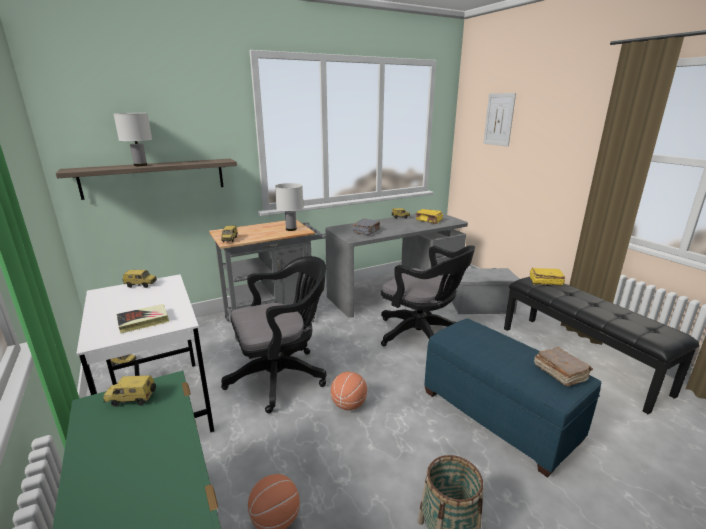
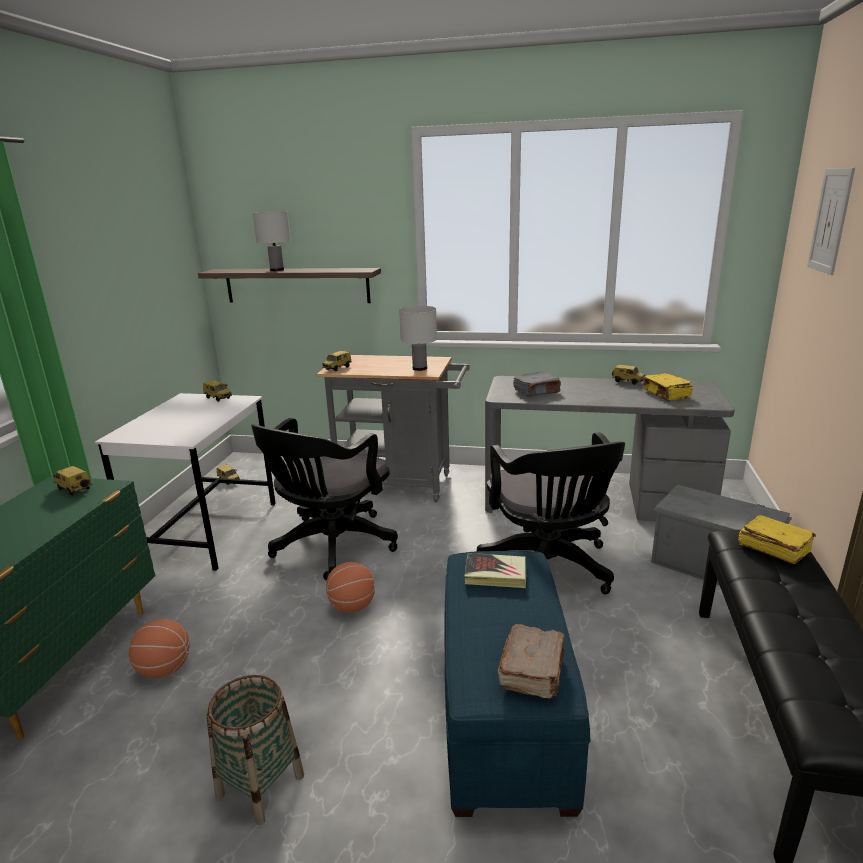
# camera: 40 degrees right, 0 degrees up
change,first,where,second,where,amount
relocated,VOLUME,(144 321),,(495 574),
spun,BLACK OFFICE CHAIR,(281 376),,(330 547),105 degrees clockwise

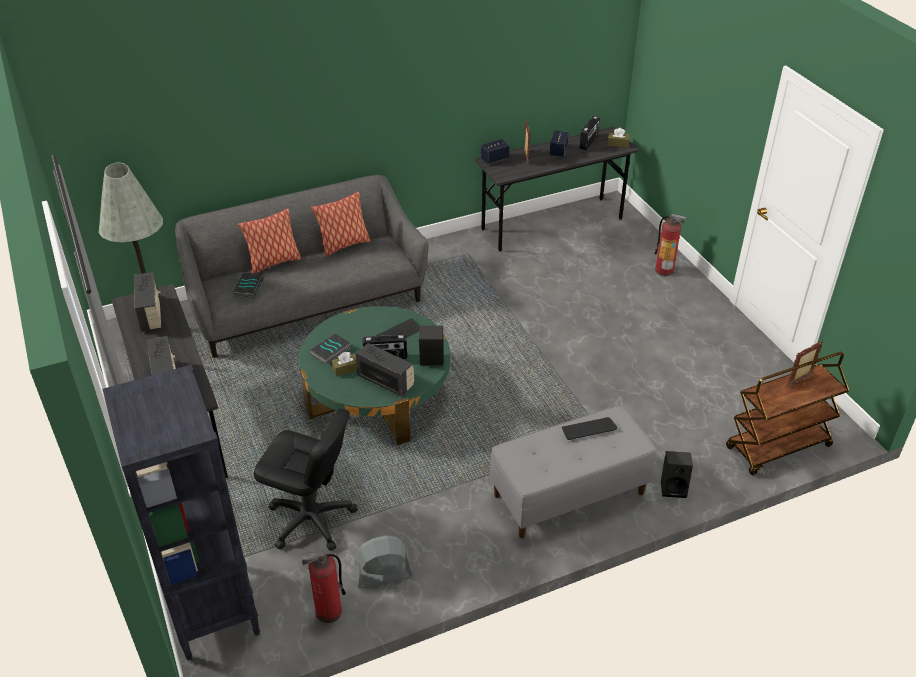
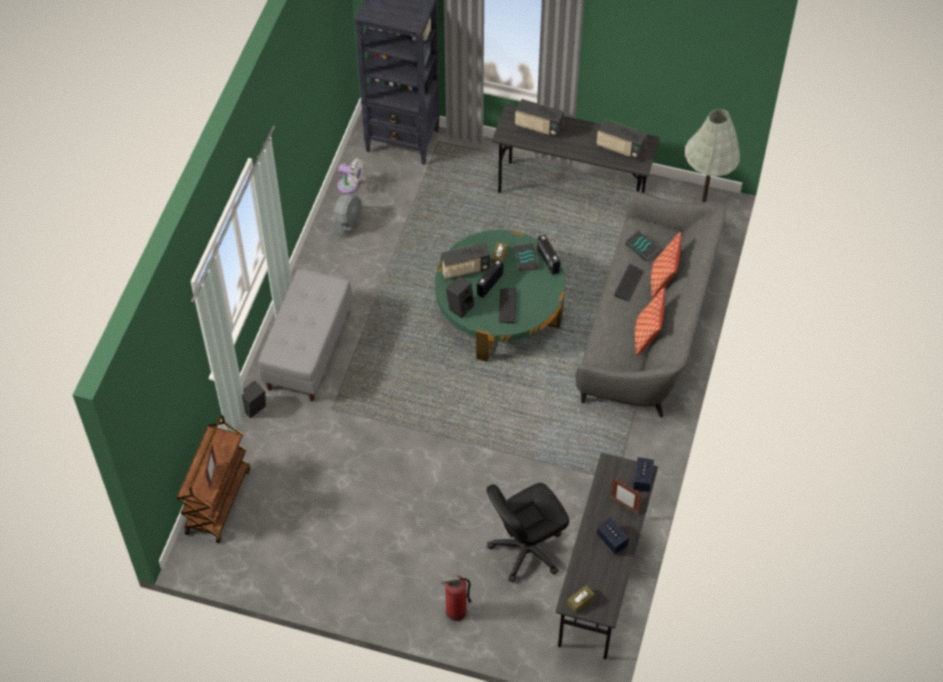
# camera: 130 degrees right, 15 degrees up
change,first,where,second,where,amount
relocated,BLACK OFFICE CHAIR,(311 519),,(526 549),
exchanged,FIRE-FIGHTING CYLINDER,(328 612),WHITE FAN,(350 186),
relocated,COMPUTER KEYBOARD,(588 429),,(628 283),
relocated,RADIO,(589 142),,(547 261),

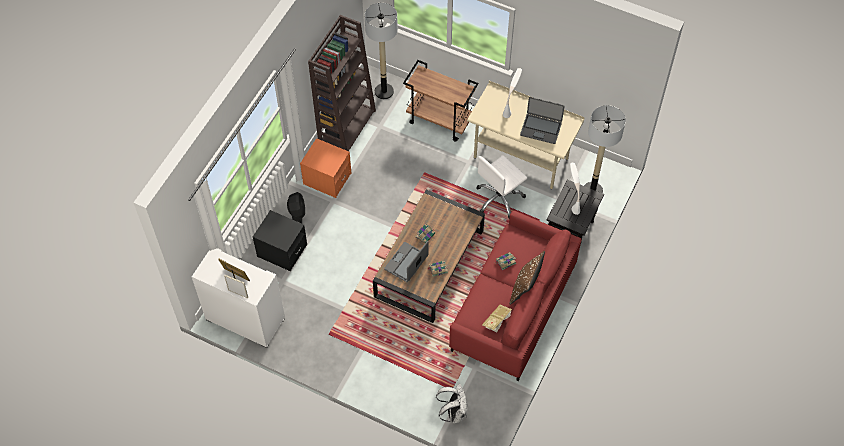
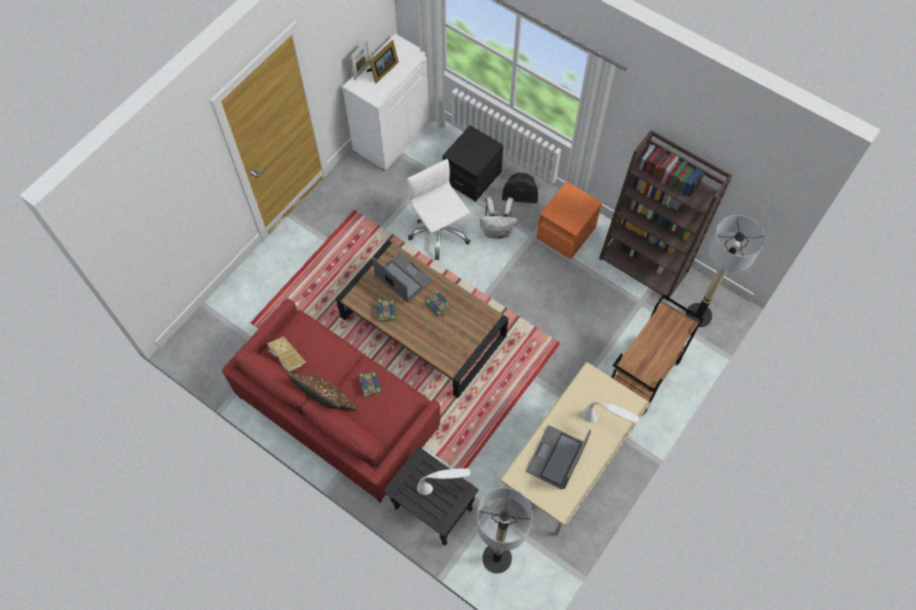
# camera: 100 degrees right, 5 degrees up
change,first,where,second,where,amount
relocated,WHITE RUCKSACK,(453 412),,(497 231),
relocated,WHITE OFFICE CHAIR,(499 199),,(439 232),

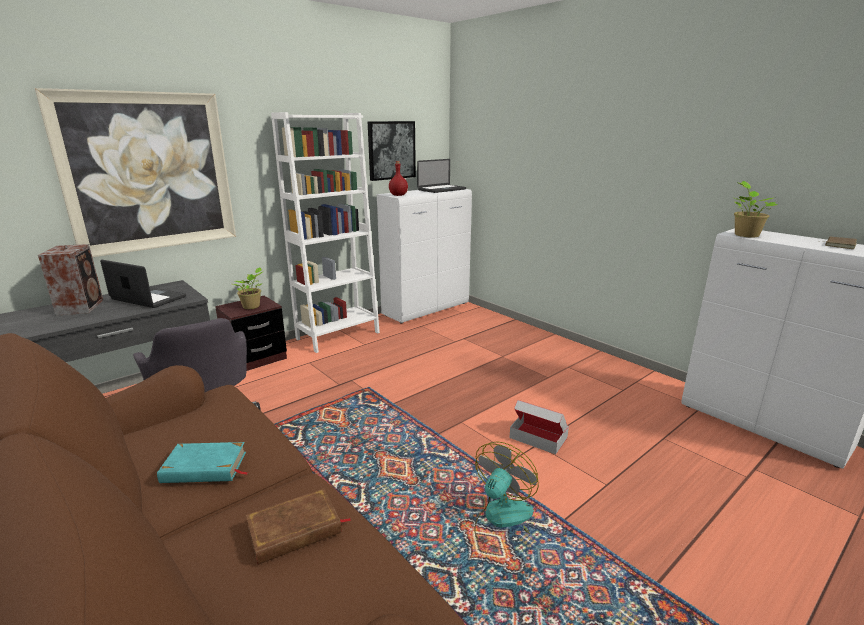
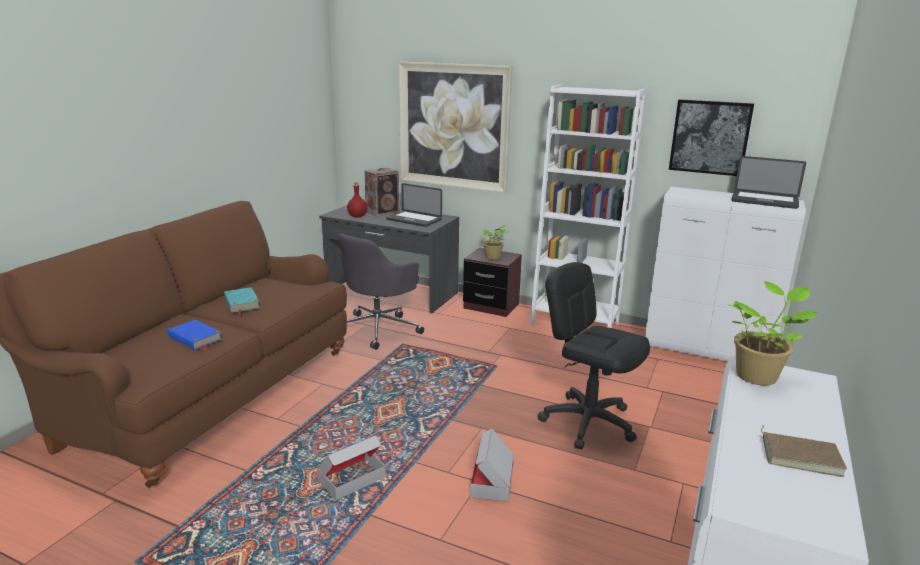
# camera: 65 degrees right, 0 degrees up
change,first,where,second,where,amount
spun,PORTABLE COMPUTER,(148 298),,(414 220),120 degrees clockwise
colour,BROWN-COLOURED VOLUME,(295 530),BLUE VOLUME,(194 338),
relocated,RED BOTTLE,(398 195),,(358 216),
exchanged,FAN,(502 521),CARDBOARD BOX,(352 479),
appeared,,,BLACK OFFICE CHAIR,(588 422),

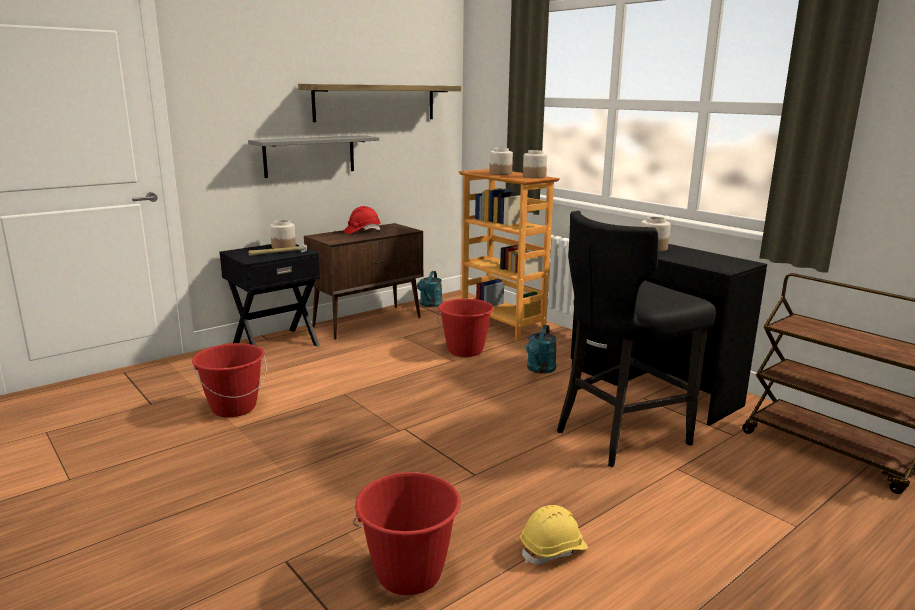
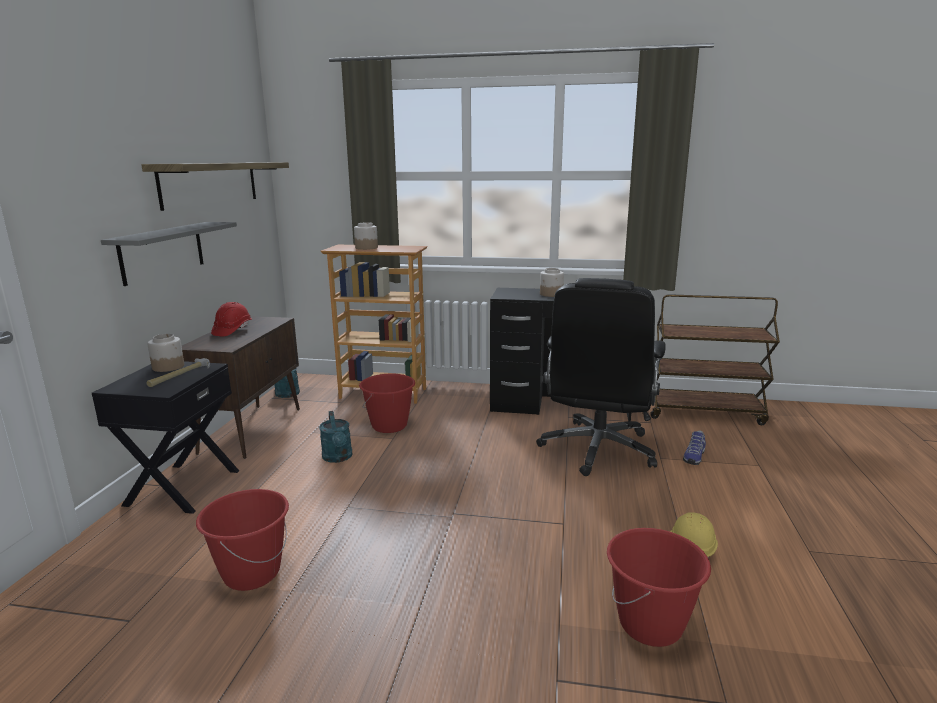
# camera: 40 degrees left, 0 degrees up
change,first,where,second,where,amount
missing,STORAGE JAR,(534 176),,,
relocated,TURQUOISE-COLOURED WATERING CAN,(540 370),,(338 458),
exchanged,BLACK STOOL,(619 435),BLACK OFFICE CHAIR,(597 450),
appeared,,,LOW SHOE,(693 457),

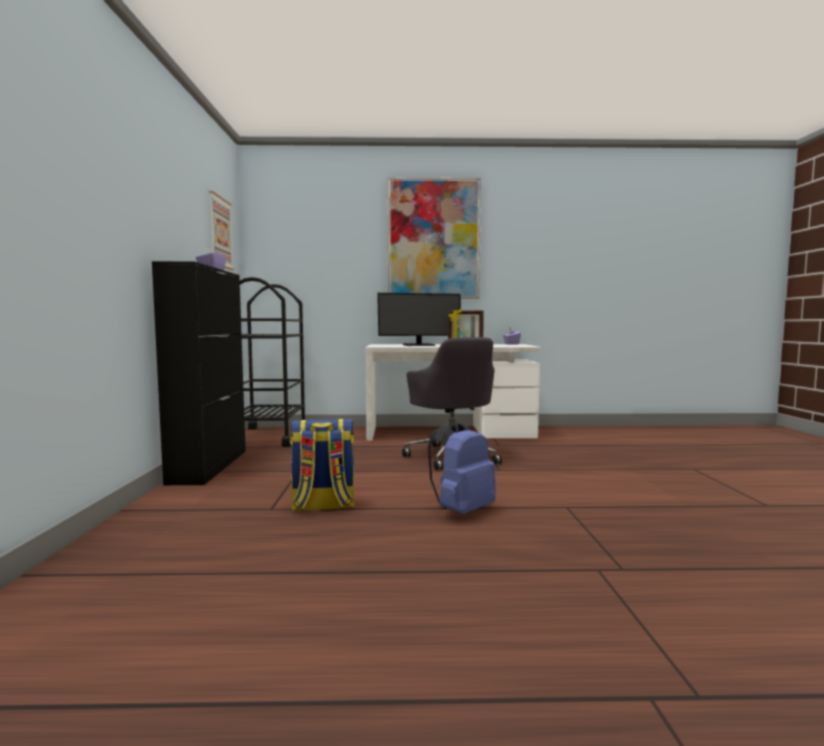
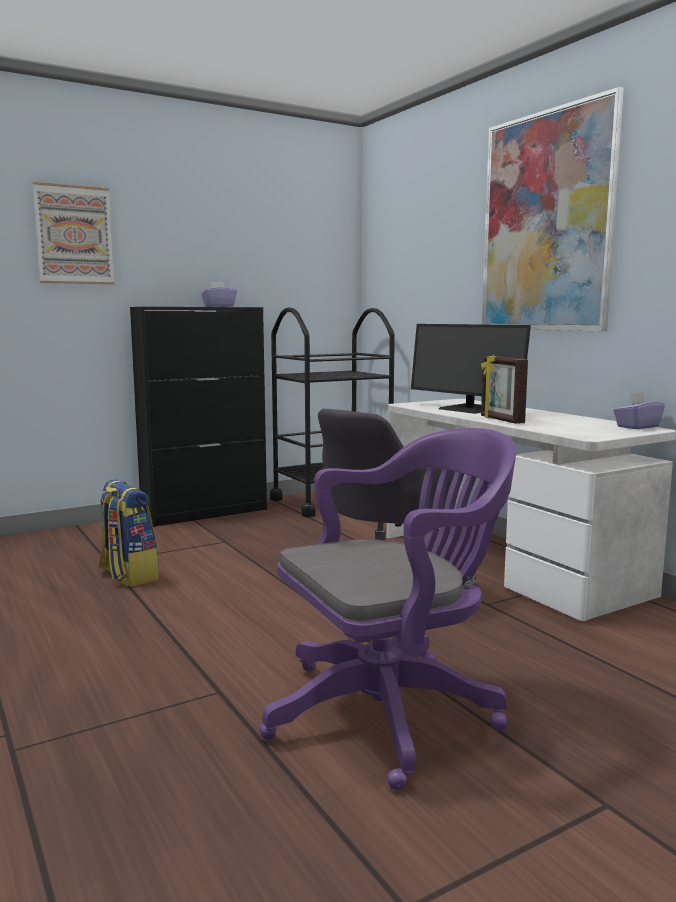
# camera: 60 degrees right, 5 degrees up
change,first,where,second,where,amount
relocated,WALL ART,(220 232),,(74 235),
missing,BLUE RUCKSACK,(461 510),,,
appeared,,,PURPLE OFFICE CHAIR,(392 710),

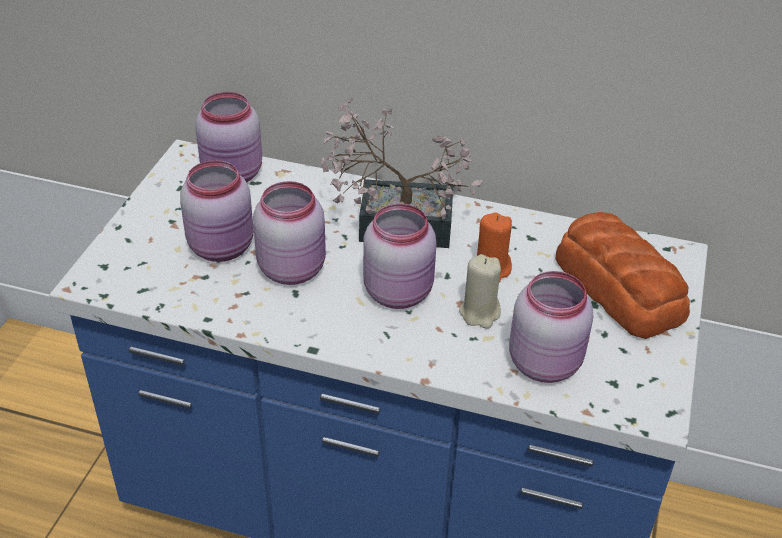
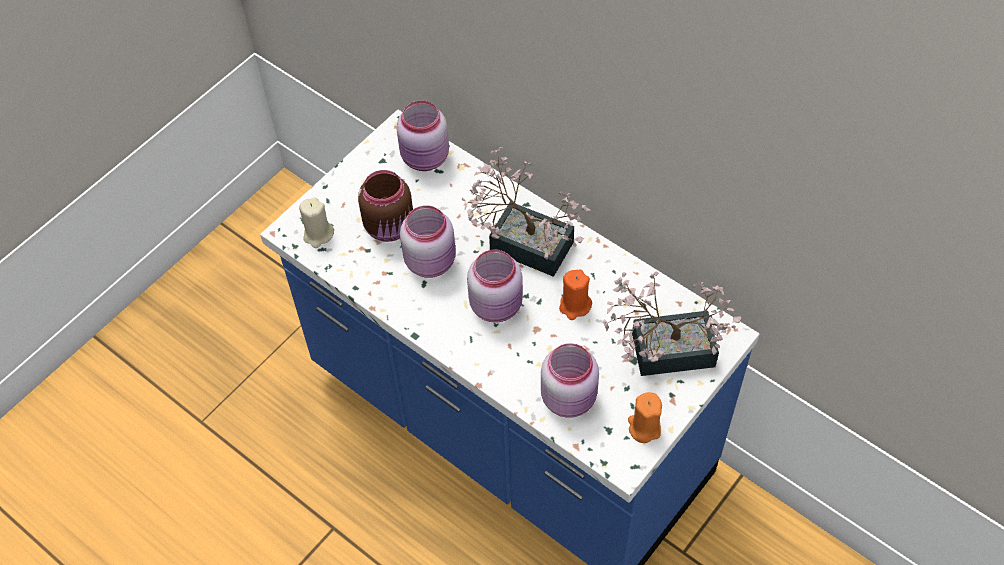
# camera: 25 degrees right, 15 degrees up
change,first,where,second,where,amount
colour,PINKISH STORAGE JAR,(223 247),BROWN-COLOURED STORAGE JAR,(390 227),
relocated,BEIGE-COLOURED WAX LIGHT,(480 313),,(318 235),
exchanged,BREAD,(618 286),PLANT IN A POT,(662 350),
appeared,,,ORANGEY WAX LIGHT,(644 427),

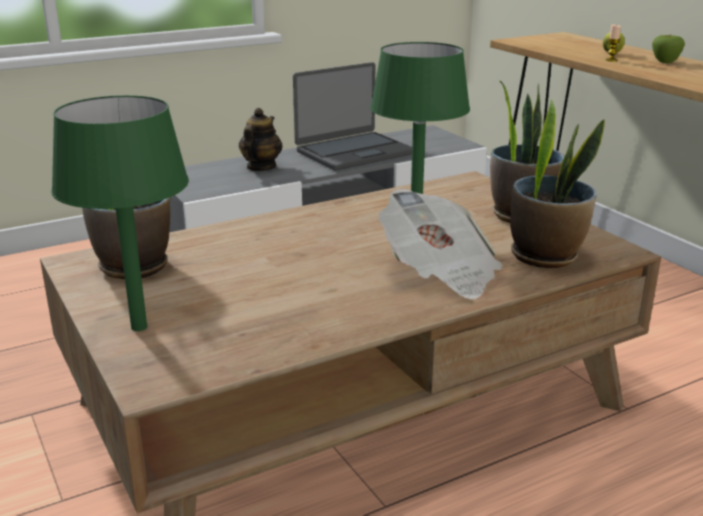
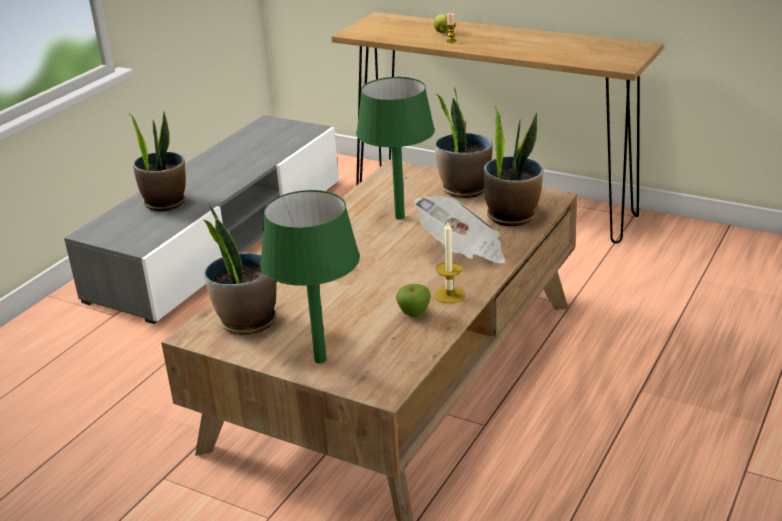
# camera: 30 degrees left, 5 degrees up
change,first,where,second,where,amount
exchanged,TEA POT,(260 167),PLANT IN A POT,(165 202),
missing,PORTABLE COMPUTER,(354 152),,,
relocated,WHOLE APPLE,(665 62),,(414 313),
appeared,,,WAX LIGHT,(449 295),

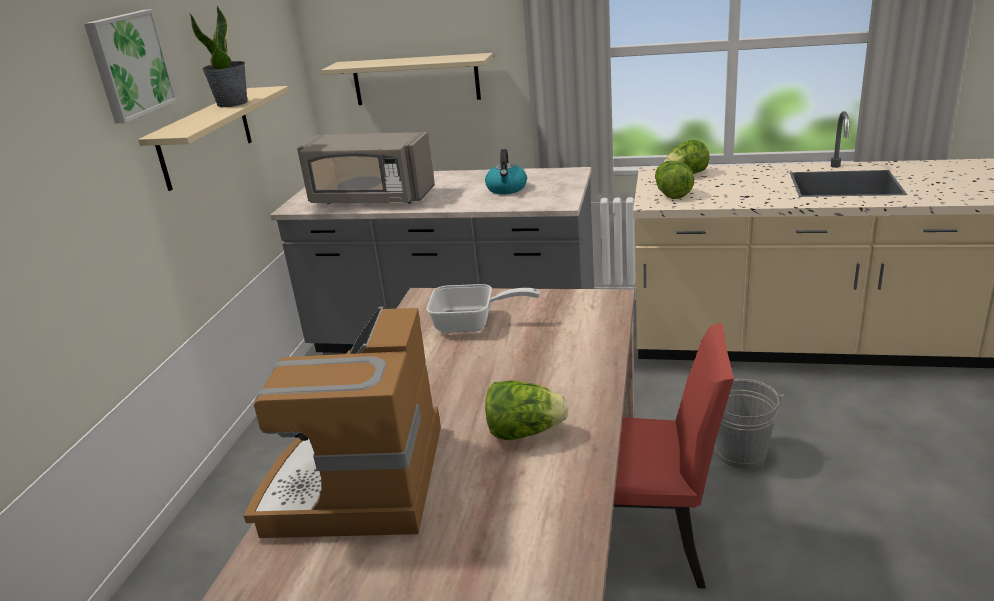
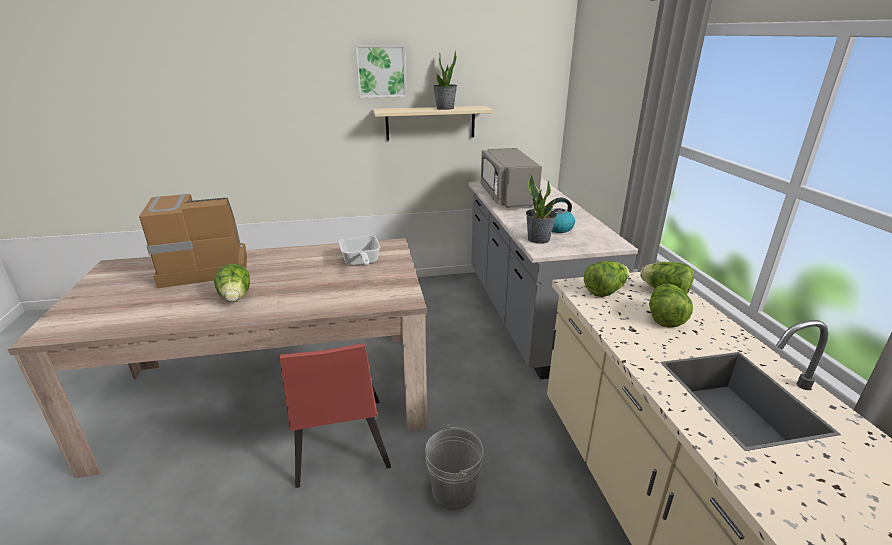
# camera: 65 degrees right, 0 degrees up
change,first,where,second,where,amount
missing,BEIGE-COLOURED BRACKET SHELF,(415 80),,,
appeared,,,PLANT IN A POT,(538 239),
appeared,,,HEAD OF LETTUCE,(664 318),

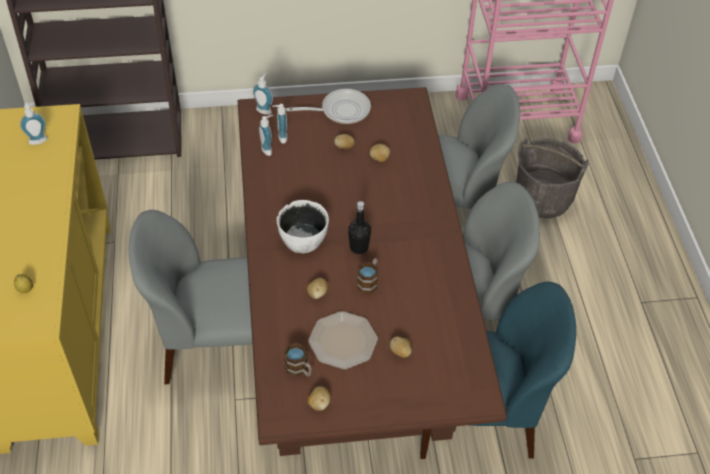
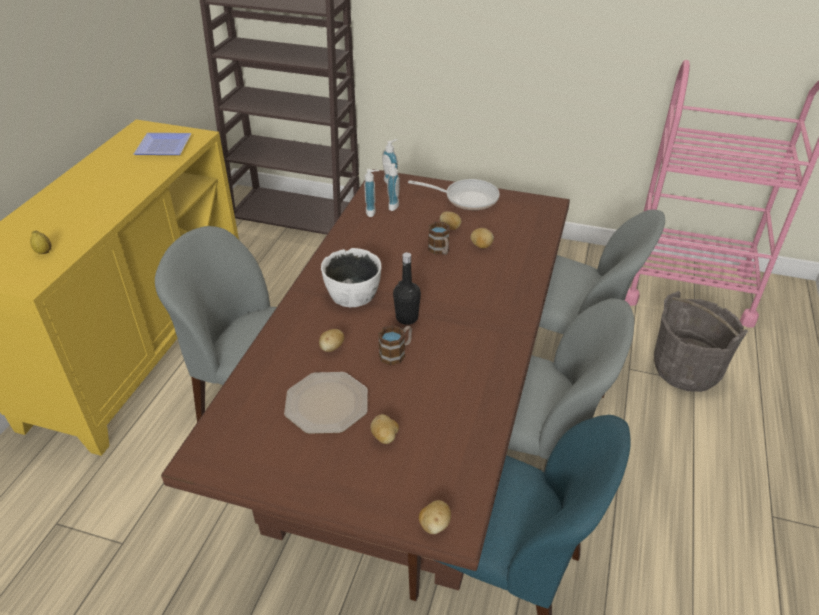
# camera: 25 degrees right, 10 degrees down
change,first,where,second,where,amount
exchanged,LIQUID SOAP BOTTLE,(37 139),FLAT DISH,(161 147),
relocated,TEA MUG,(299 369),,(440 250),
relocated,POTATO,(319 403),,(434 525),

